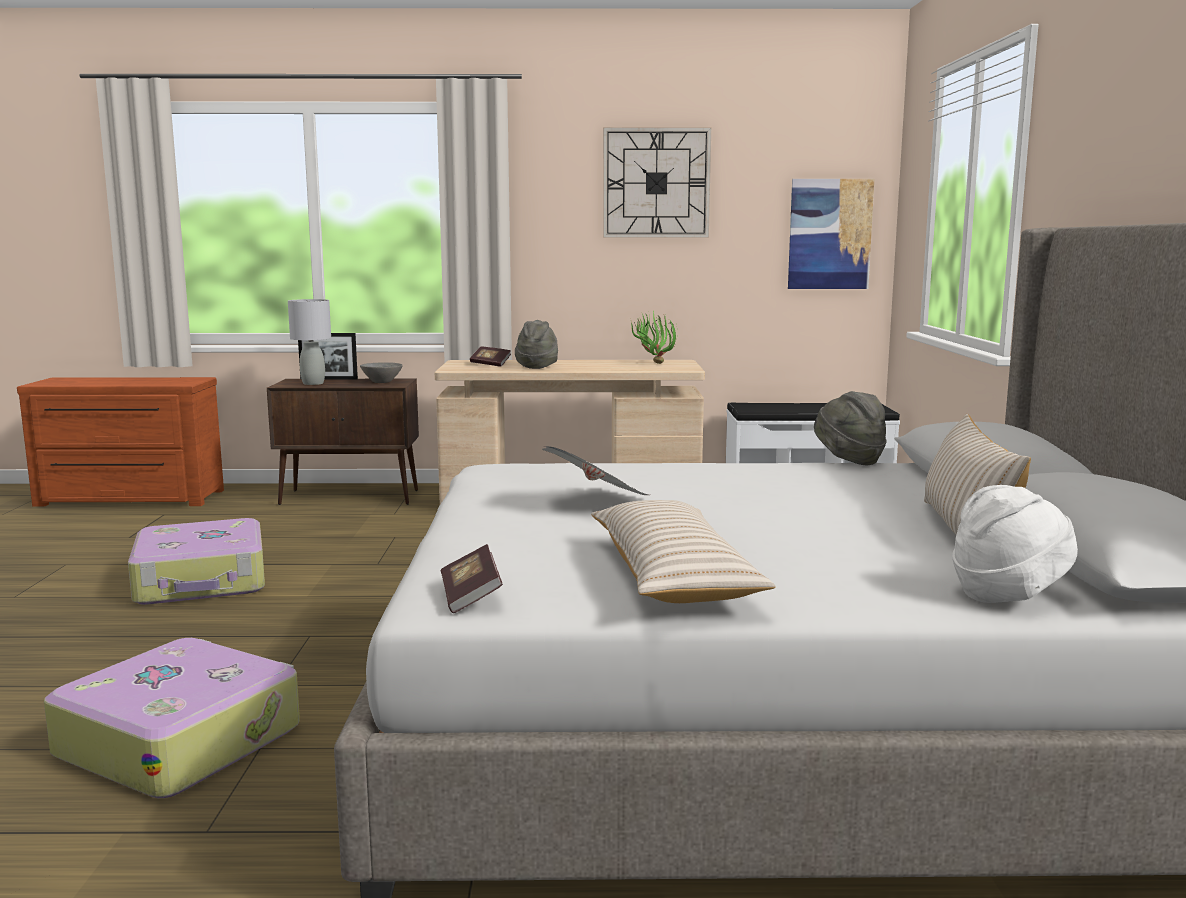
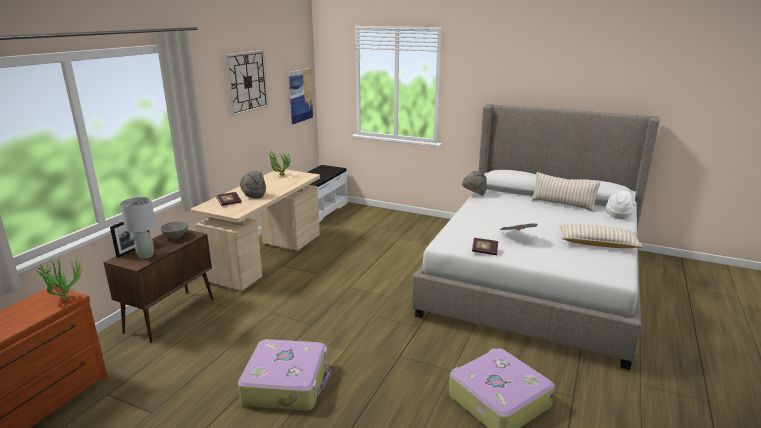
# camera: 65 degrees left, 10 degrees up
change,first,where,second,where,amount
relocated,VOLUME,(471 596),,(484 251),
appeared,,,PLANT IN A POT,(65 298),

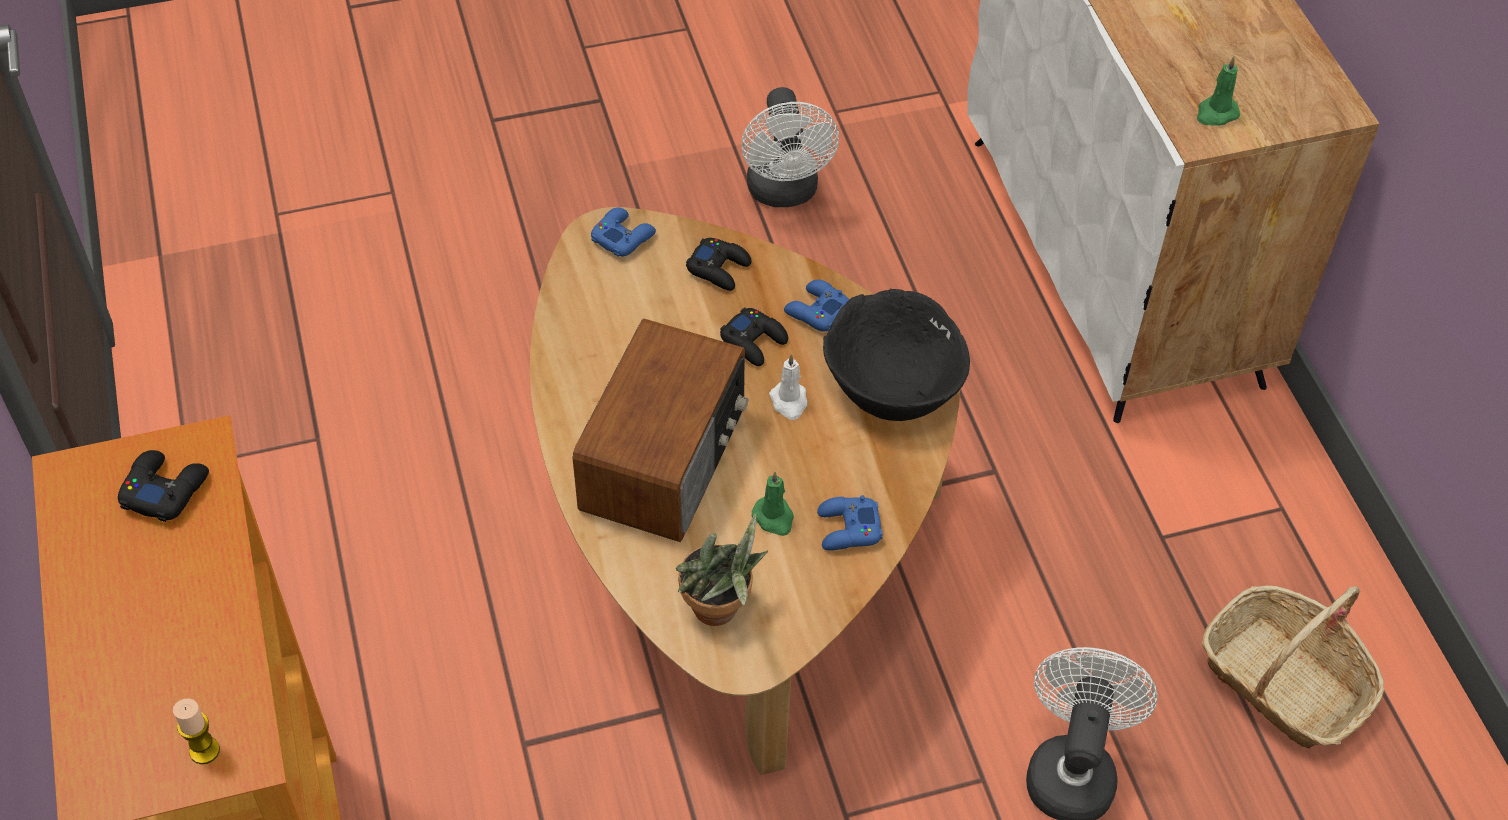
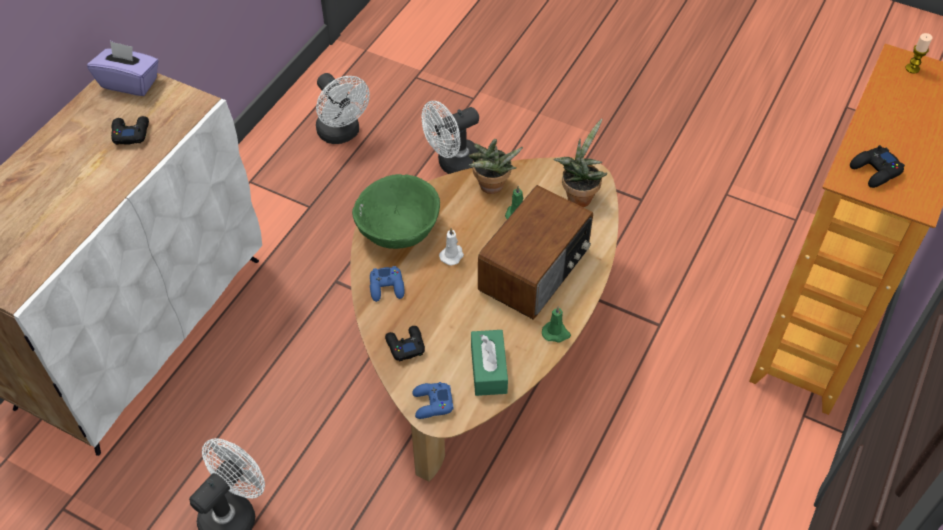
# camera: 135 degrees left, 0 degrees up
change,first,where,second,where,amount
spun,RADIO,(666 459),,(536 270),150 degrees clockwise
relocated,BLACK GAME CONTROLLER,(754 341),,(131 133),
exchanged,BLUE GAME CONTROLLER,(848 529),PLANT IN A POT,(491 188),
colour,BLACK DEEP DISH,(894 384),GREEN-COLOURED DEEP DISH,(397 229),
relocated,GREEN-COLOURED WAX LIGHT,(1216 113),,(556 333),
exchanged,HOUSEHOLD BASKET,(1284 682),WHITE FAN,(342 134),
appeared,,,PURPLE TISSUE HOLDER,(130 83),
appeared,,,GREEN-COLOURED TISSUE HOLDER,(488 369),

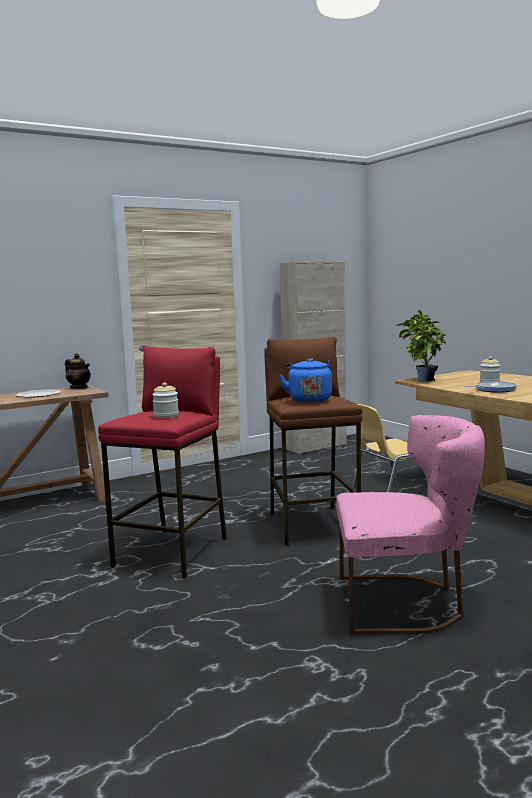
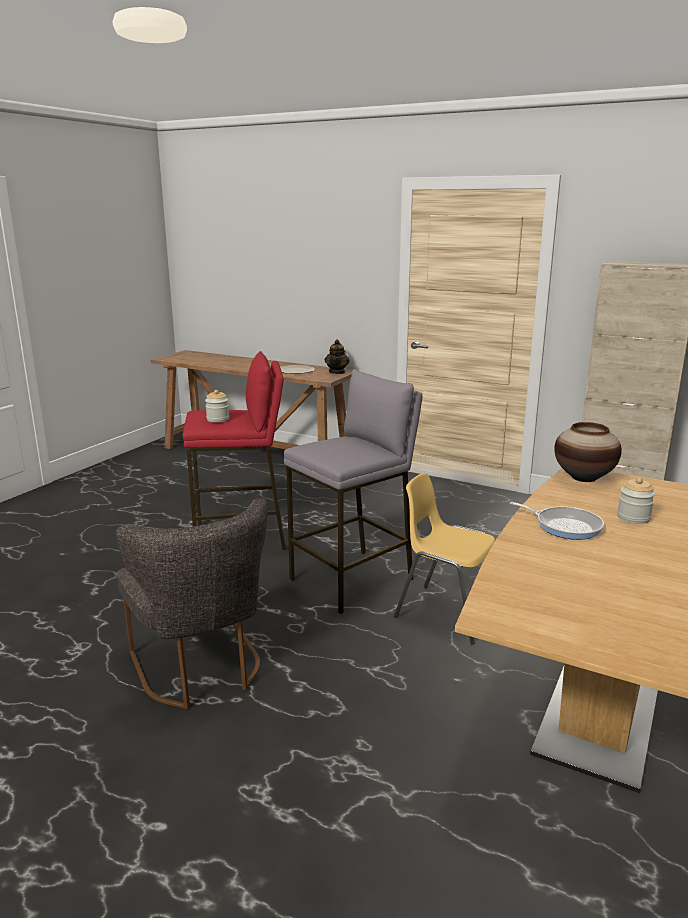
# camera: 60 degrees right, 10 degrees up
change,first,where,second,where,amount
colour,BROWN-COLOURED STOOL,(312 525),GREY STOOL,(353 580),
missing,BLUE TEA KETTLE,(309 400),,,
colour,PINKISH UPRIGHT CHAIR,(406 603),GREY UPRIGHT CHAIR,(201 670),
exchanged,PLANT IN A POT,(422 380),FLOWER VASE,(583 477),

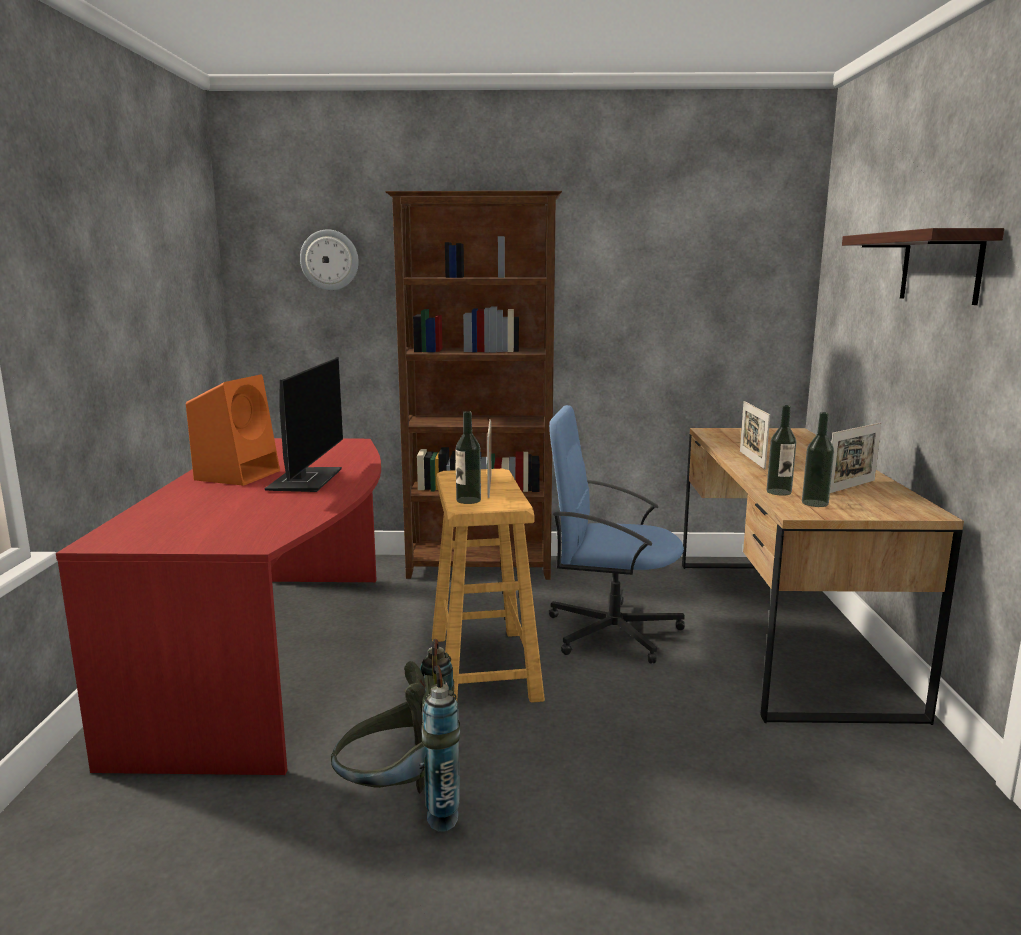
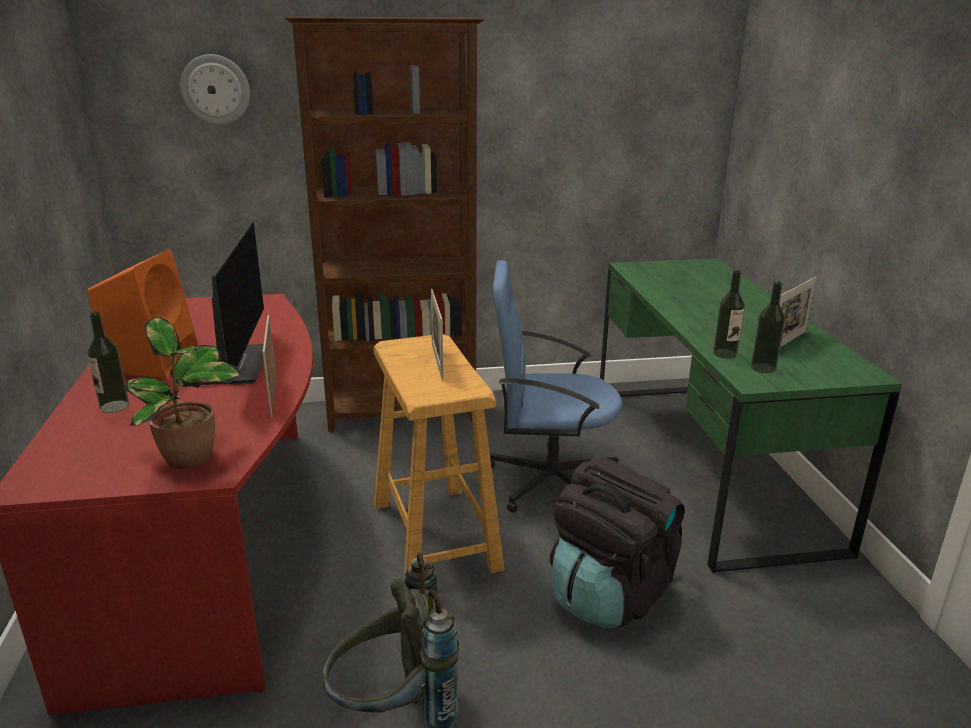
# camera: 10 degrees left, 10 degrees up
change,first,where,second,where,amount
relocated,BOTTLE,(468 500),,(114 406),
colour,BROWN-COLOURED DESK,(780 628),GREEN-COLOURED DESK,(704 462),
relocated,PHOTO FRAME,(752 460),,(273 395),
missing,BRACKET SHELF,(940 267),,,
appeared,,,PLANT IN A POT,(191 459),
appeared,,,BLACK RUCKSACK,(610 593),

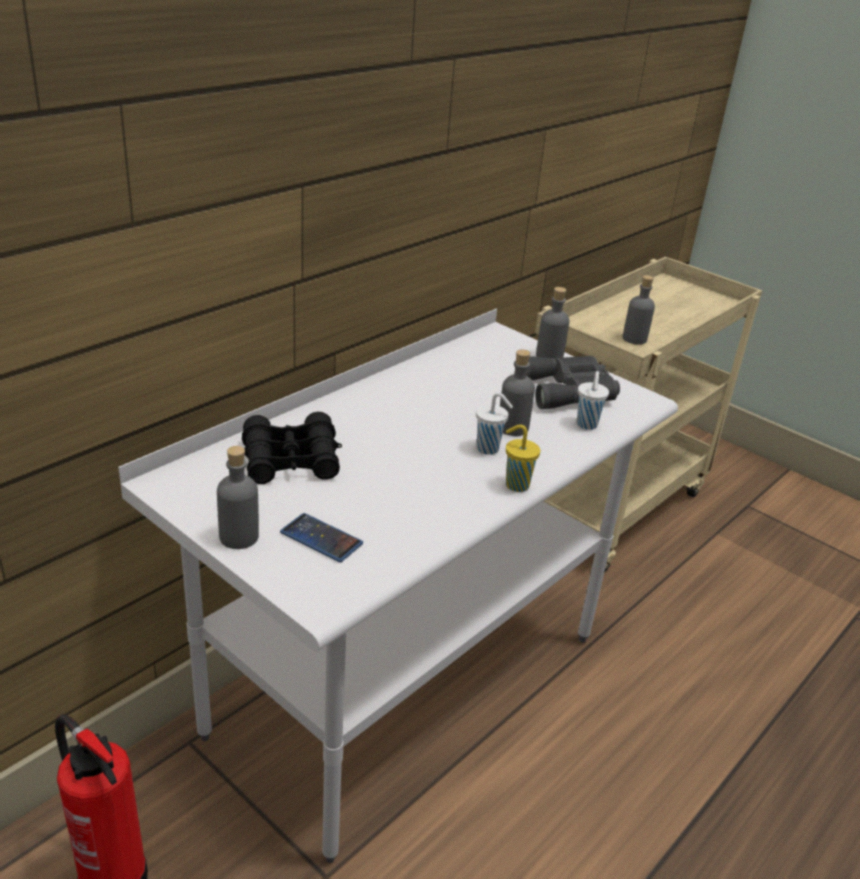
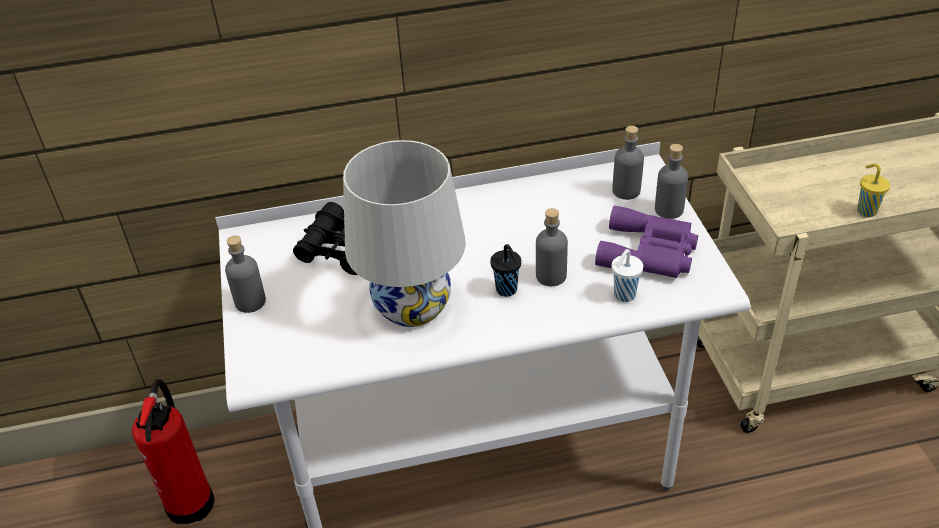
# camera: 40 degrees right, 10 degrees up
change,first,where,second,where,amount
missing,HANDSET,(321 538),,,
colour,WHITE CUP,(489 449),BLACK CUP,(507 290),
relocated,YELLOW CUP,(515 485),,(865 210),
colour,GREY PAIR OF BINOCULARS,(570 390),PURPLE PAIR OF BINOCULARS,(649 253),
relocated,GREY BOTTLE,(634 339),,(626 191),
appeared,,,WHITE LAMP FOR A TABLE,(412 306),

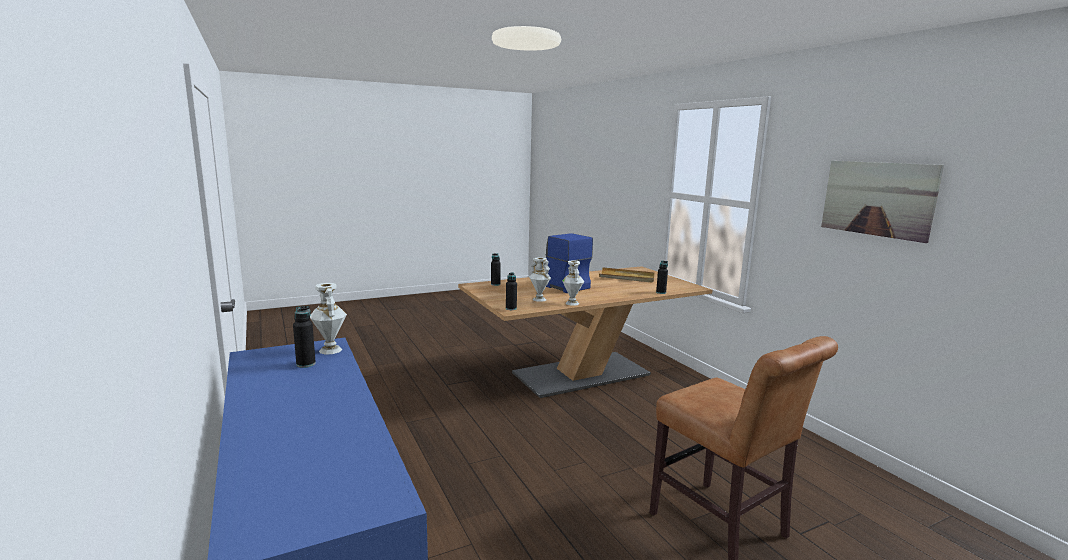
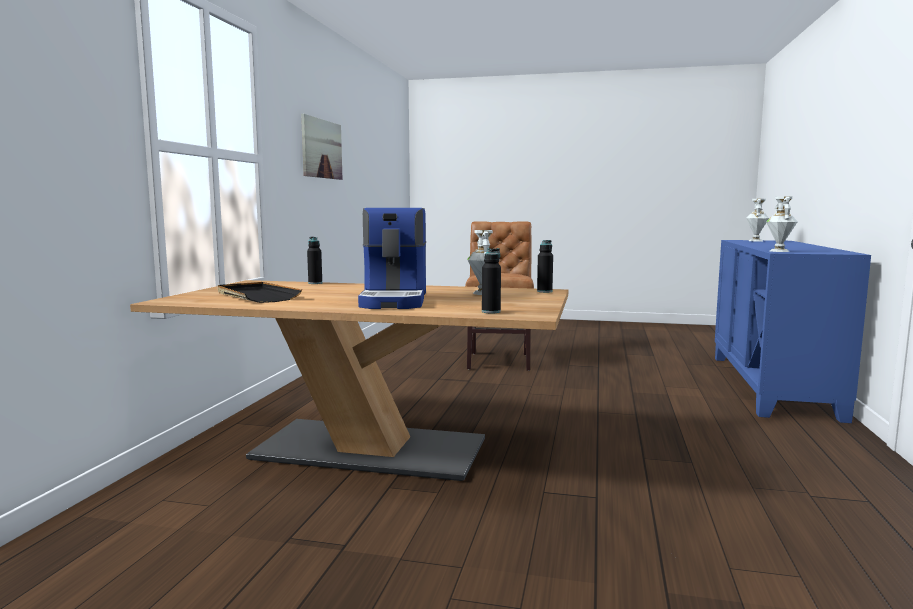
# camera: 140 degrees left, 5 degrees down
change,first,where,second,where,amount
missing,BLACK BOTTLE,(306 364),,,
relocated,WHITE FLOWER VASE,(572 303),,(755 241),
colour,BEIGE-COLOURED CARRYING TRAY,(627 277),BLACK CARRYING TRAY,(256 296),

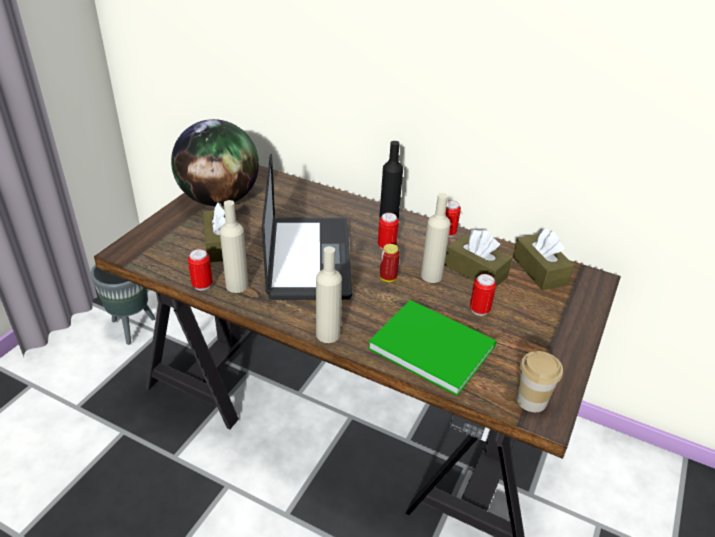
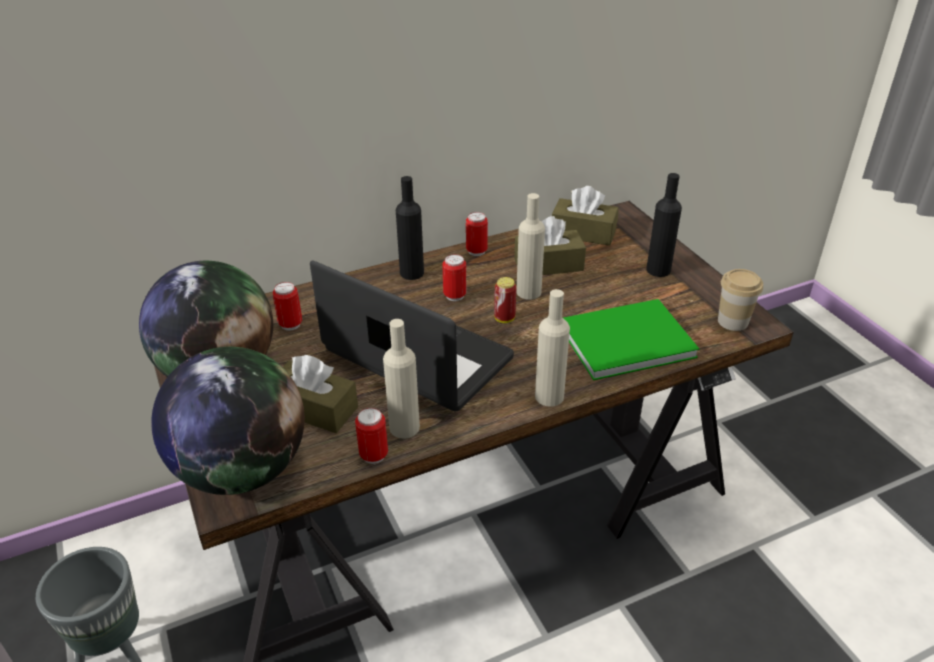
# camera: 50 degrees left, 0 degrees up
change,first,where,second,where,amount
relocated,METAL CAN,(479 310),,(290 324),
appeared,,,WORLD GLOBE,(242 469),
appeared,,,BLACK BOTTLE,(658 270),

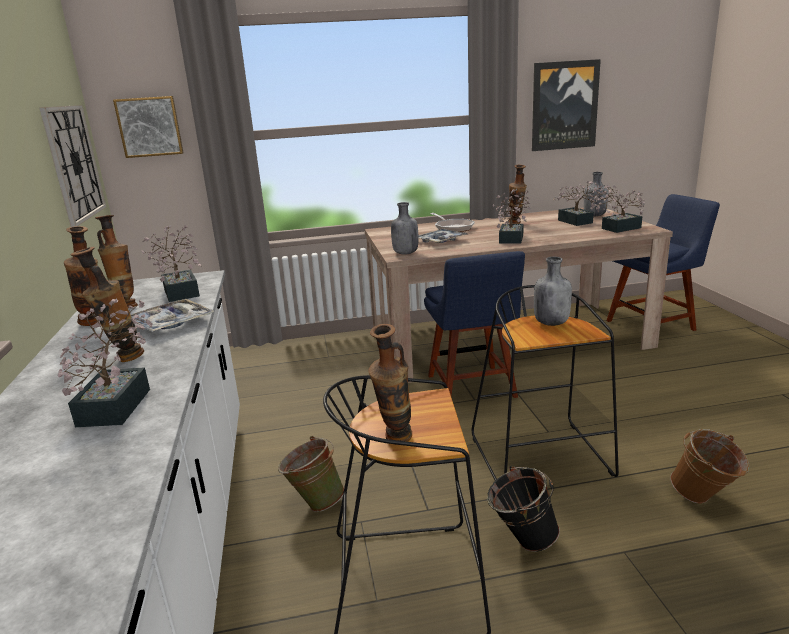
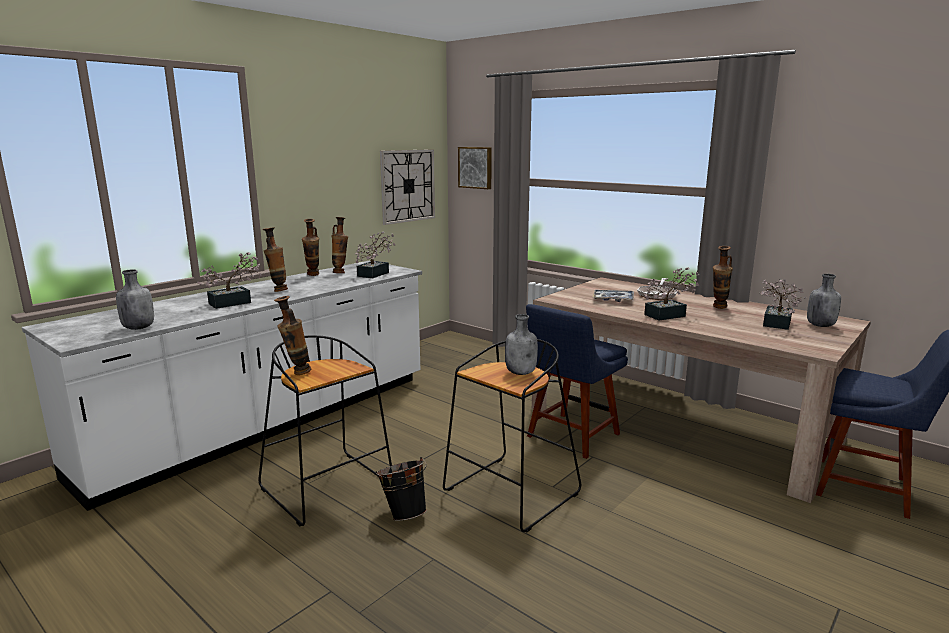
# camera: 50 degrees right, 5 degrees down
change,first,where,second,where,amount
missing,CARRYING TRAY,(171 323),,,
missing,GREEN-COLOURED BUCKET,(314 502),,,
relocated,GREY BOTTLE,(405 253),,(139 328),
missing,WALL ART,(564 106),,,
missing,PLANT IN A POT,(617 229),,,
missing,BROWN-COLOURED BUCKET,(704 499),,,

